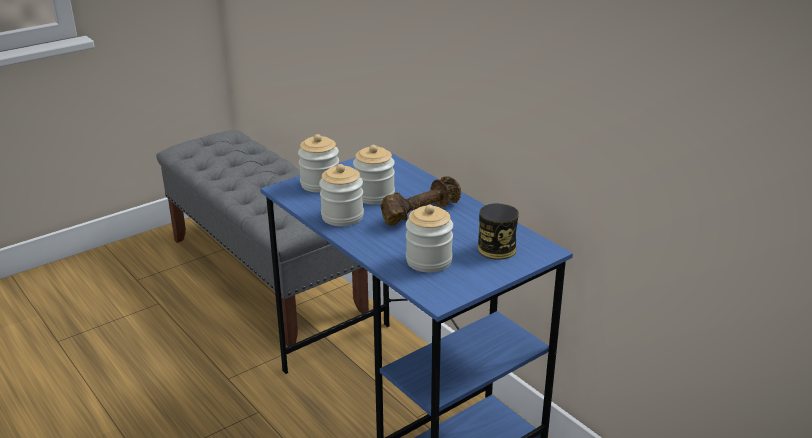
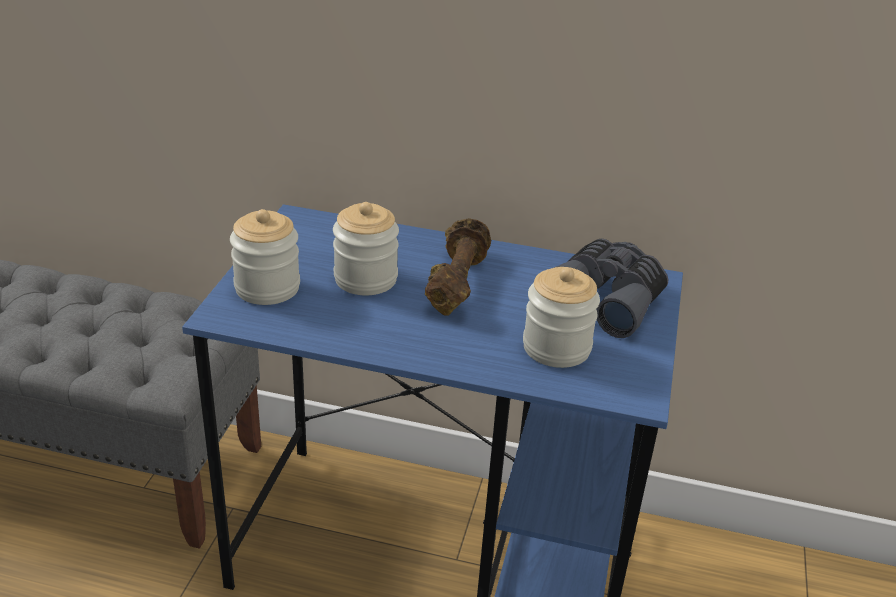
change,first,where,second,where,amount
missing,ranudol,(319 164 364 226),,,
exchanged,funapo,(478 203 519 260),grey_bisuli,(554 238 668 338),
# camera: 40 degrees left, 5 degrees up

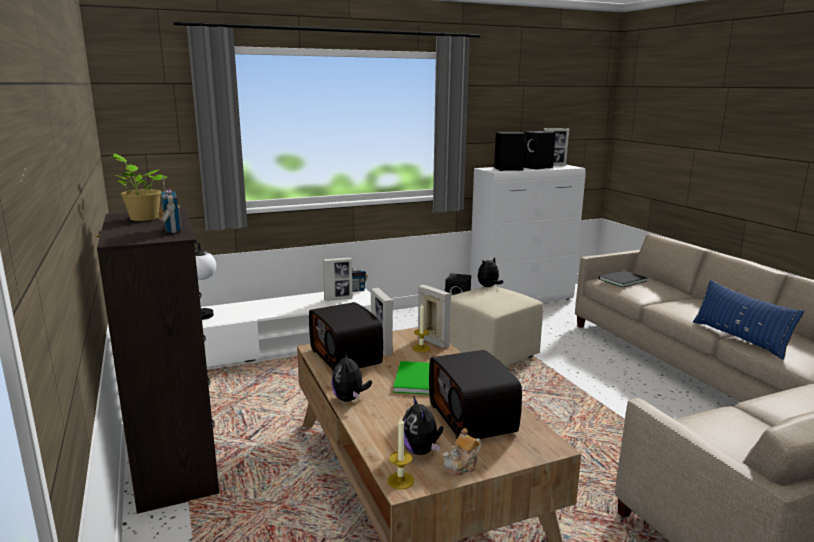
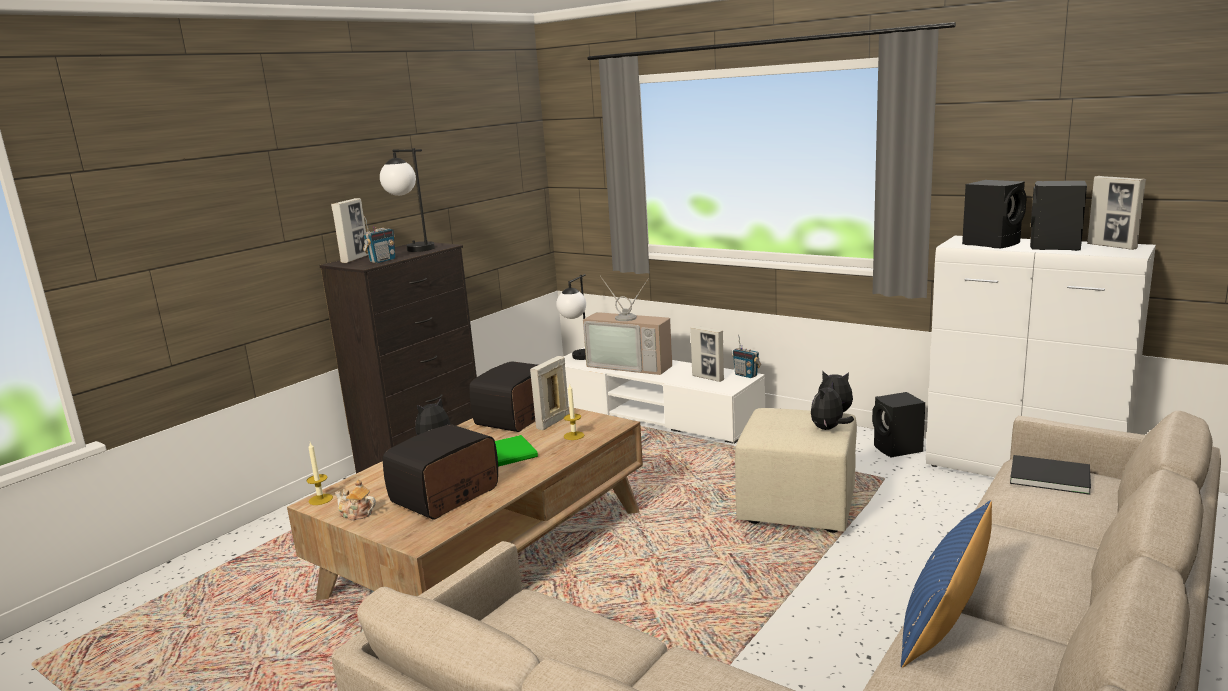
change,first,where,second,where,amount
appeared,,,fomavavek,(583 276 672 375),
relocated,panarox,(403 395 443 455),,(811 382 854 430),
relocated,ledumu,(418 285 451 349),,(331 198 368 263),
exchanged,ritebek,(110 154 167 221),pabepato,(380 148 435 252),
# camera: 60 degrees right, 0 degrees up

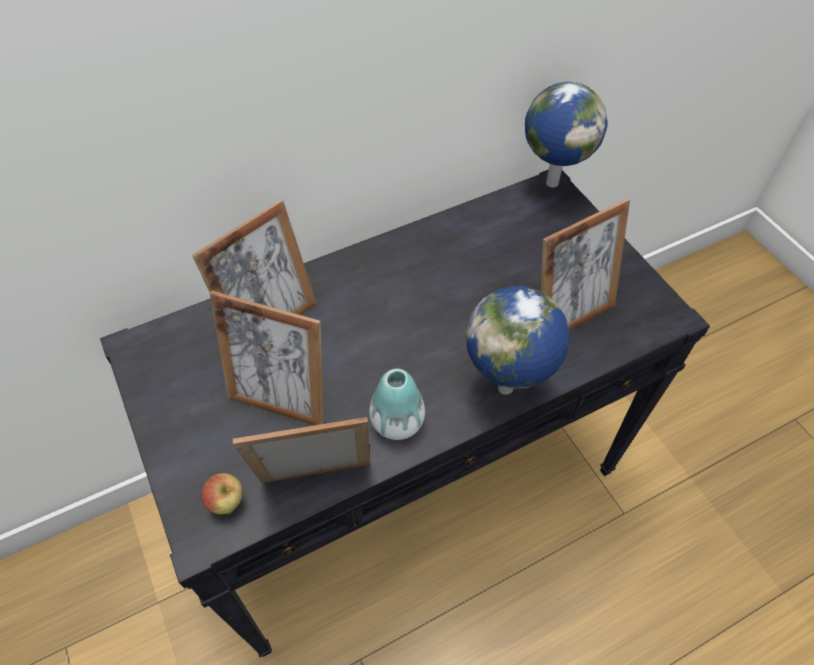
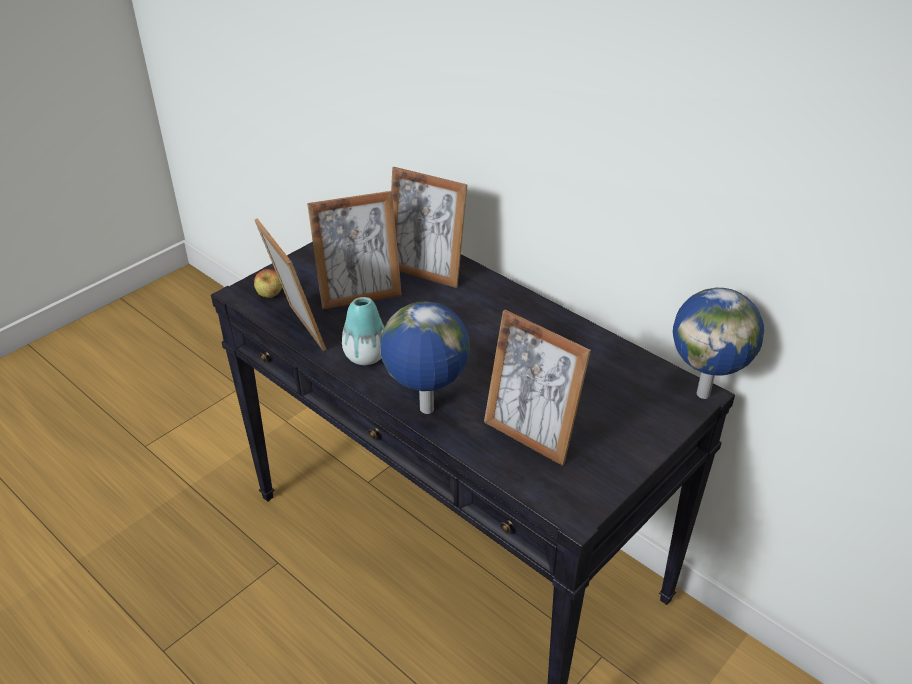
change,first,where,second,where,amount
spun,ledumu,(210 291 324 425),,(307 191 402 309),105 degrees counterclockwise
# camera: 70 degrees right, 15 degrees down

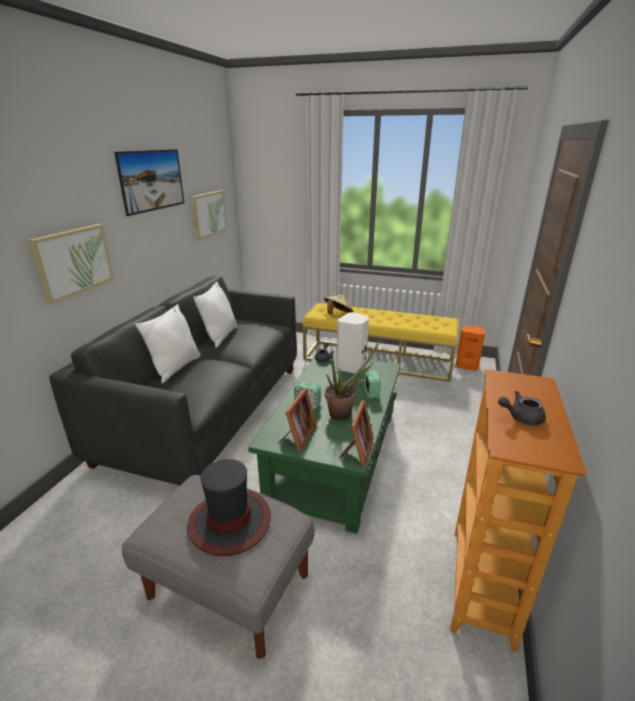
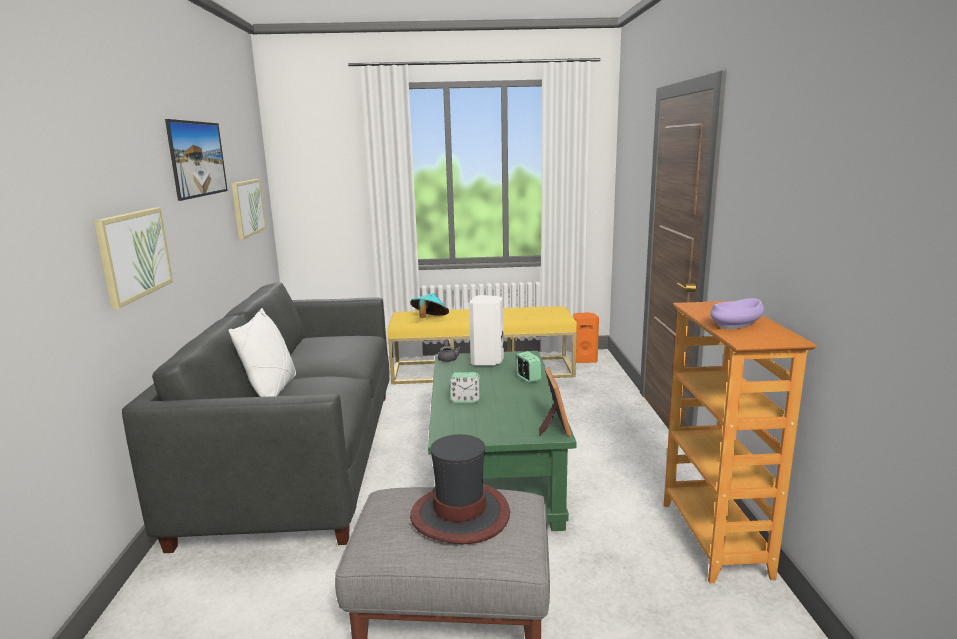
change,first,where,second,where,amount
missing,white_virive,(193 282 237 348),,,
missing,ledumu,(278 389 317 451),,,
missing,ritebek,(325 339 381 420),,,
exchanged,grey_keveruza,(498 391 546 425),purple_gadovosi,(710 298 764 329),
colour,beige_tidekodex,(324 295 353 315),turquoise_tidekodex,(410 293 449 318),
# camera: 20 degrees left, 10 degrees down

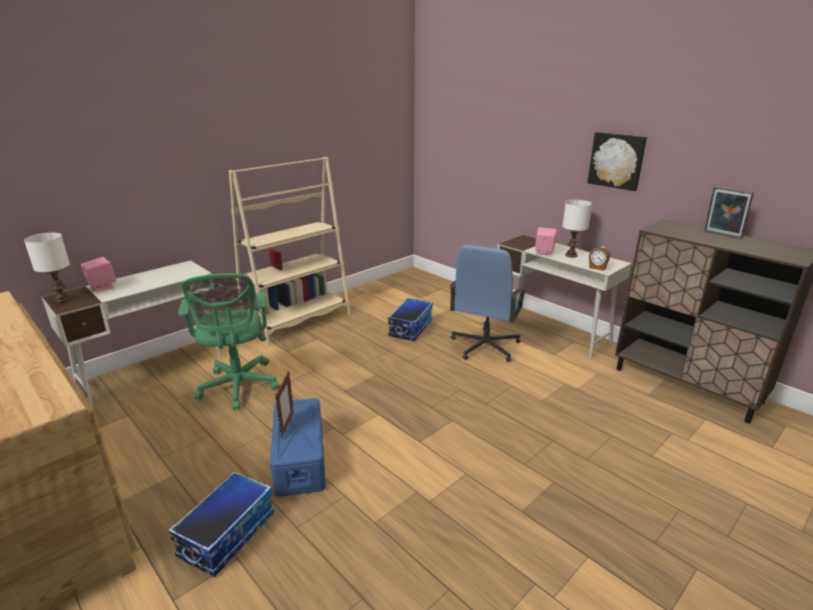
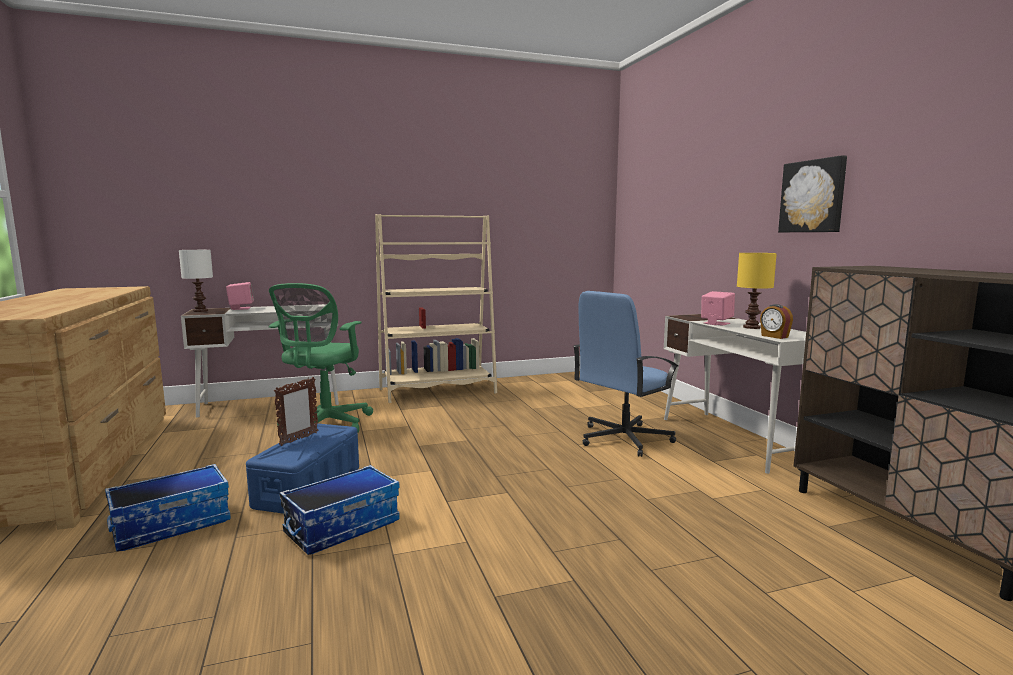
change,first,where,second,where,amount
missing,ledumu,(704 186 754 239),,,
relocated,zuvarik,(388 298 433 341),,(279 465 400 555),
colour,white_pabepato,(562 200 592 258),yellow_pabepato,(737 253 777 329),
# camera: 25 degrees right, 15 degrees down

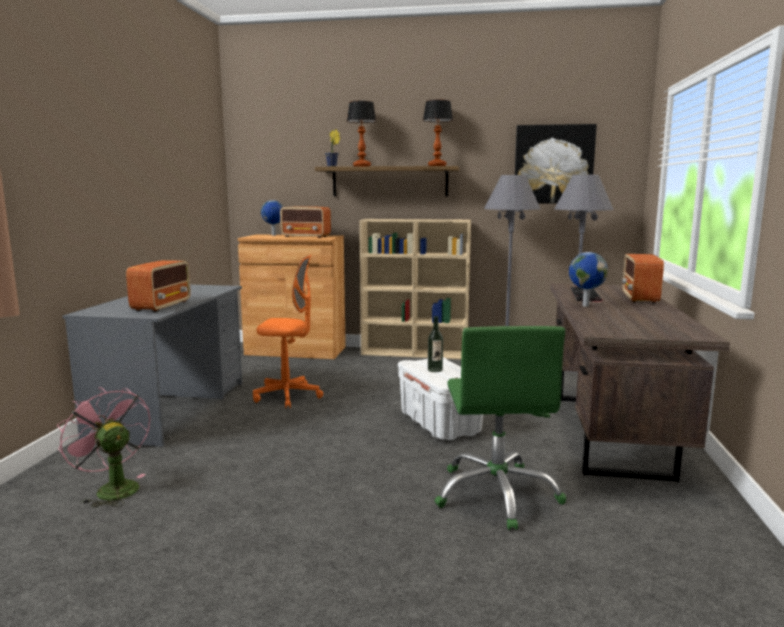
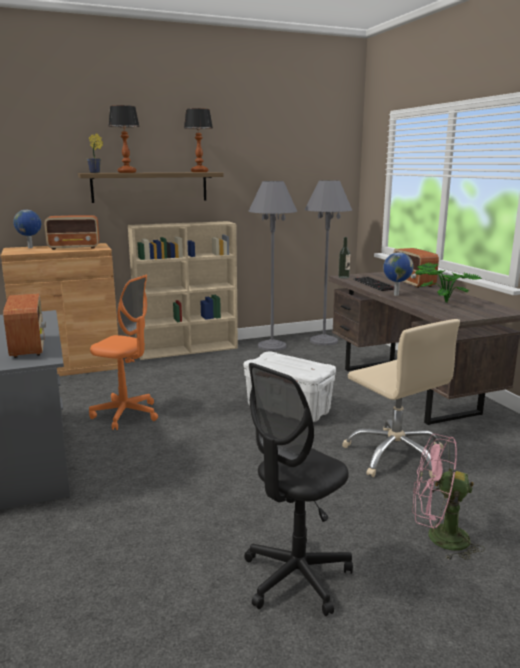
change,first,where,second,where,amount
missing,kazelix,(515 124 597 204),,,
appeared,,,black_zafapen,(244 363 353 616),
appeared,,,ritebek,(415 262 482 303),
relocated,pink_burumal,(56 387 150 507),,(412 434 485 561),
relocated,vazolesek,(428 316 443 372),,(338 237 350 279),
colour,green_zafapen,(434 326 566 530),beige_zafapen,(342 319 460 478),
spun,orange_zafapen,(253 255 323 408),,(89 275 158 430),45 degrees clockwise
# camera: 30 degrees left, 5 degrees up

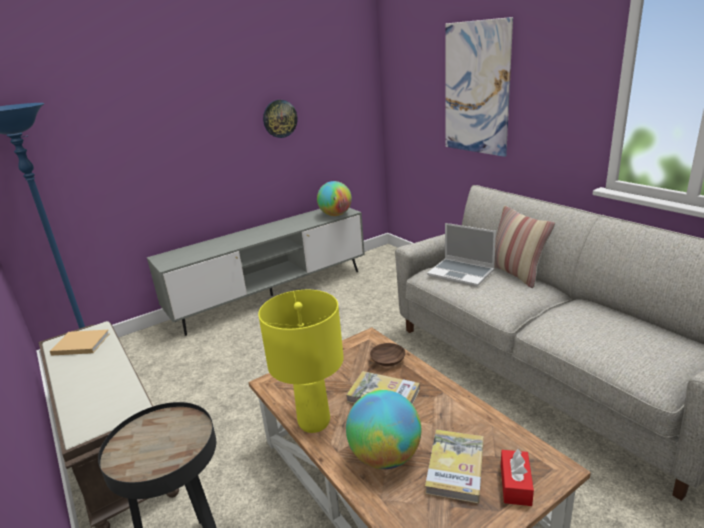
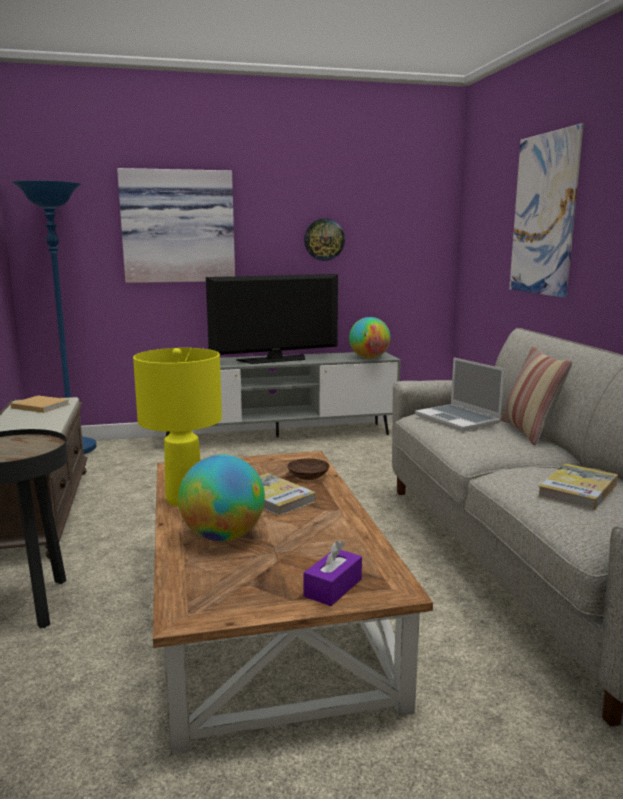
change,first,where,second,where,amount
appeared,,,kazelix,(117 168 235 283),
appeared,,,fomavavek,(206 274 338 364),
relocated,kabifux,(425 430 484 504),,(537 463 618 510),
colour,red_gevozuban,(501 449 534 506),purple_gevozuban,(304 540 362 606),
# camera: 20 degrees right, 10 degrees down

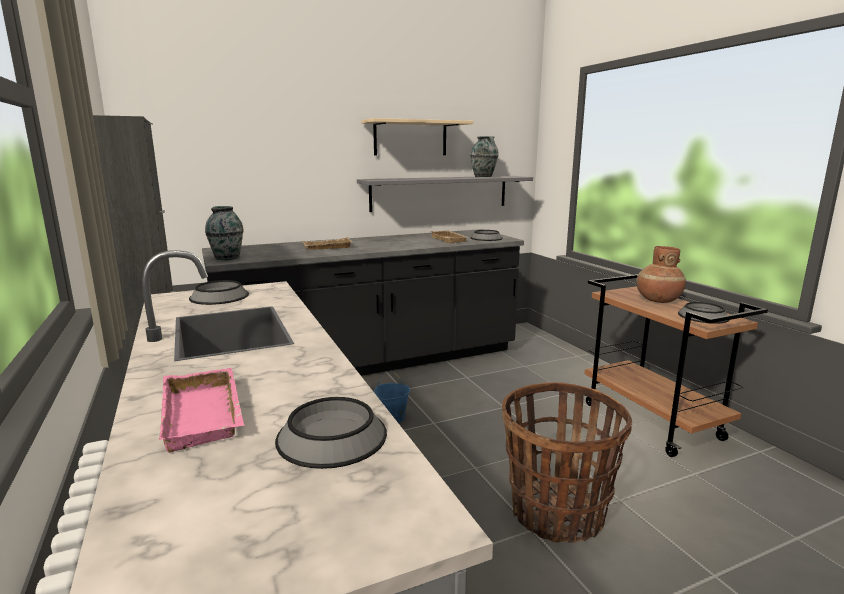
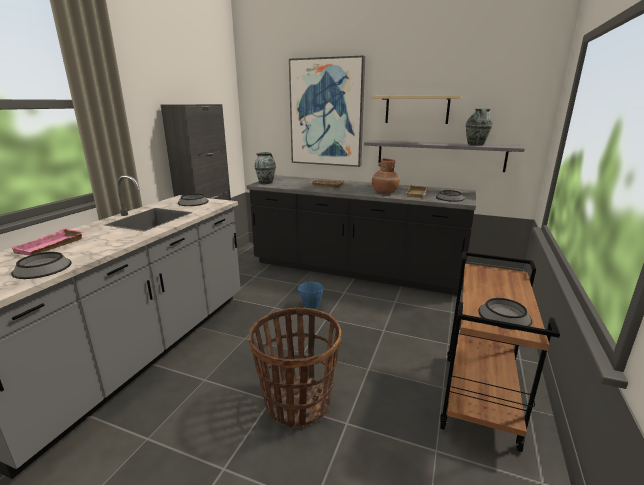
change,first,where,second,where,amount
appeared,,,kazelix,(289 55 365 167),
relocated,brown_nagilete,(636 246 686 303),,(372 158 400 194),
# camera: 45 degrees right, 5 degrees up

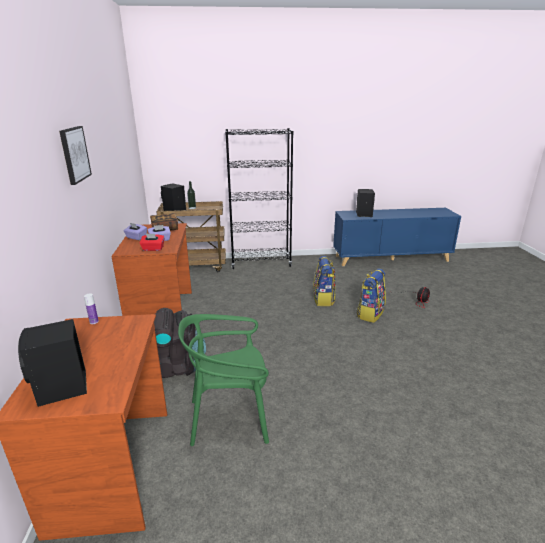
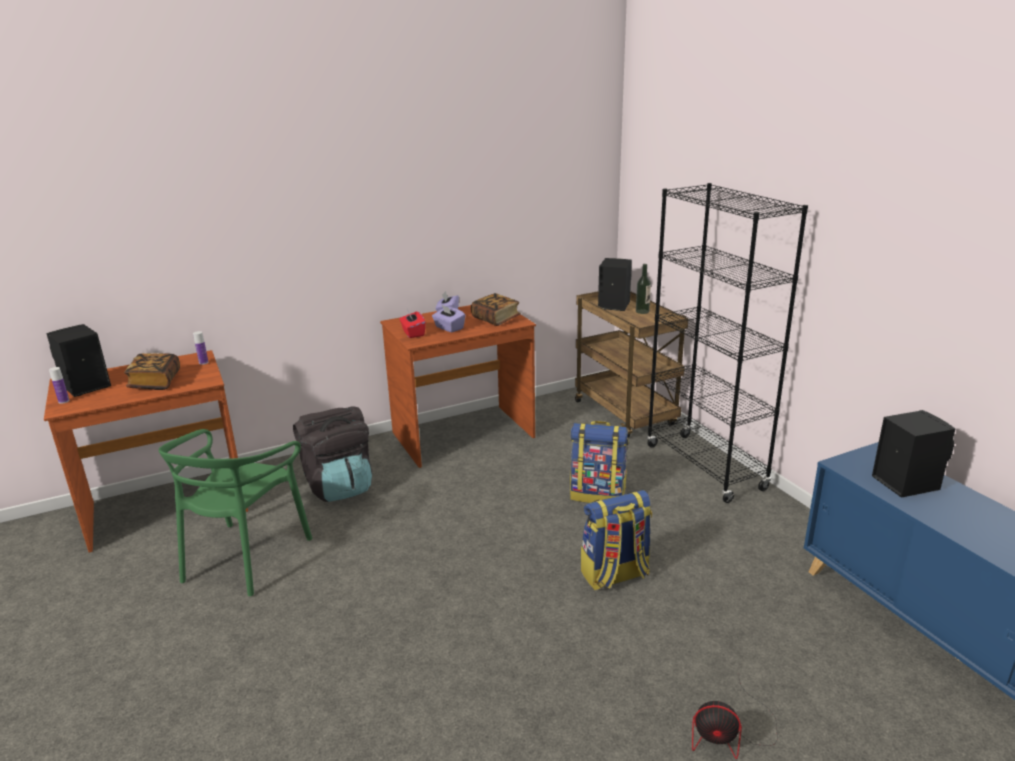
change,first,where,second,where,amount
missing,kazelix,(59 126 92 185),,,
appeared,,,vazolesek,(49 367 70 404),
appeared,,,kabifux,(124 353 180 390),
relocated,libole,(357 268 386 323),,(570 421 628 503),
spun,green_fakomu,(178 314 269 446),,(159 429 312 596),135 degrees counterclockwise
# camera: 70 degrees right, 0 degrees up

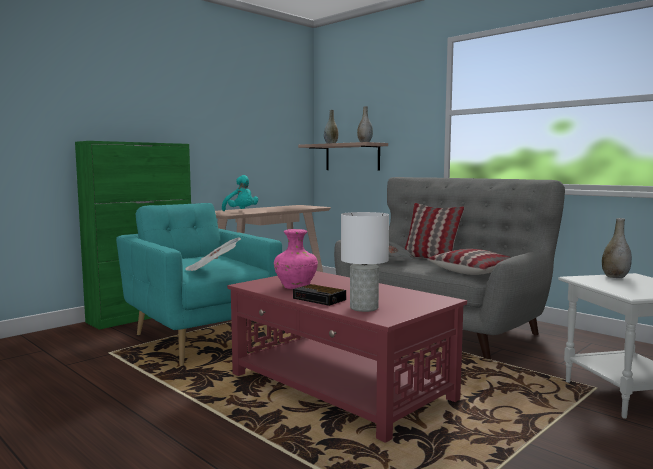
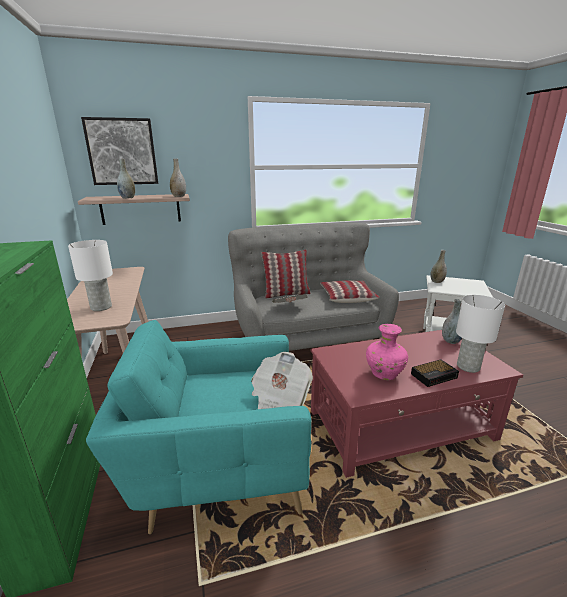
change,first,where,second,where,amount
appeared,,,kazelix,(81 117 158 185),
appeared,,,grey_nagilete,(442 299 462 344),
exchanged,turquoise_panarox,(222 175 258 211),white_pabepato,(68 240 113 311),
# camera: 60 degrees left, 15 degrees up

